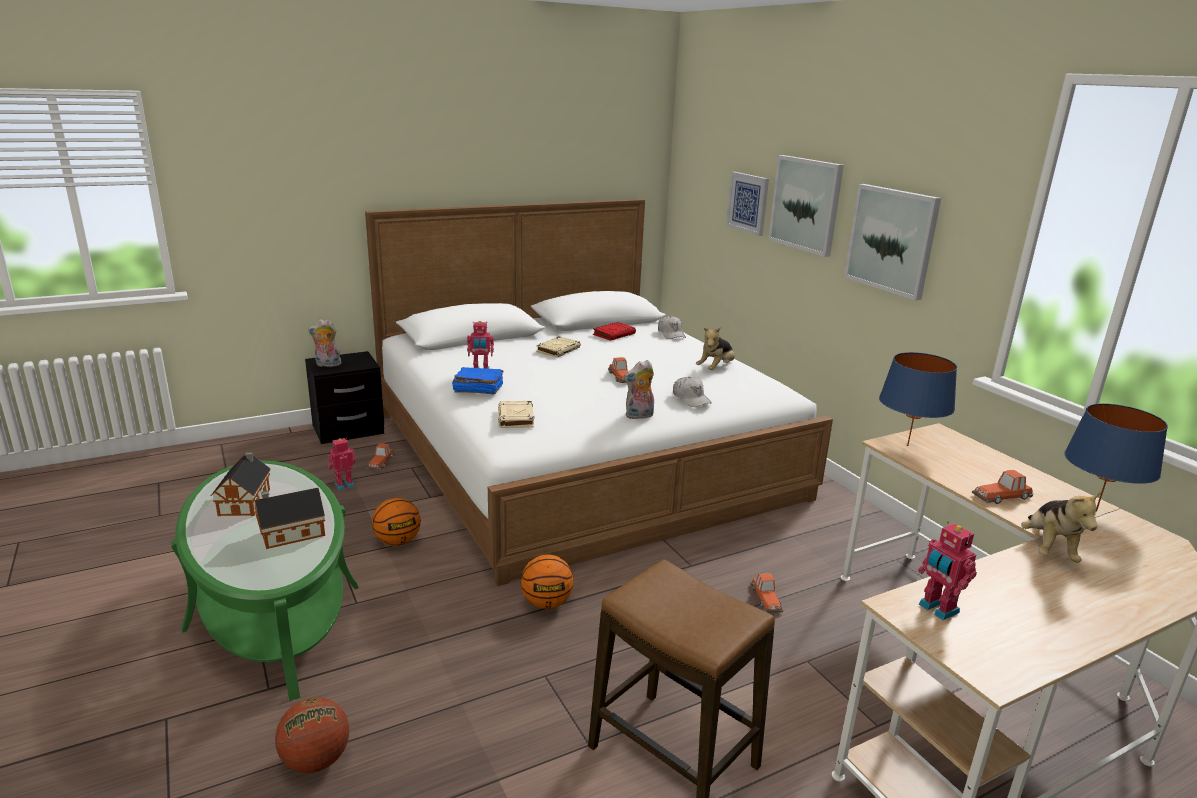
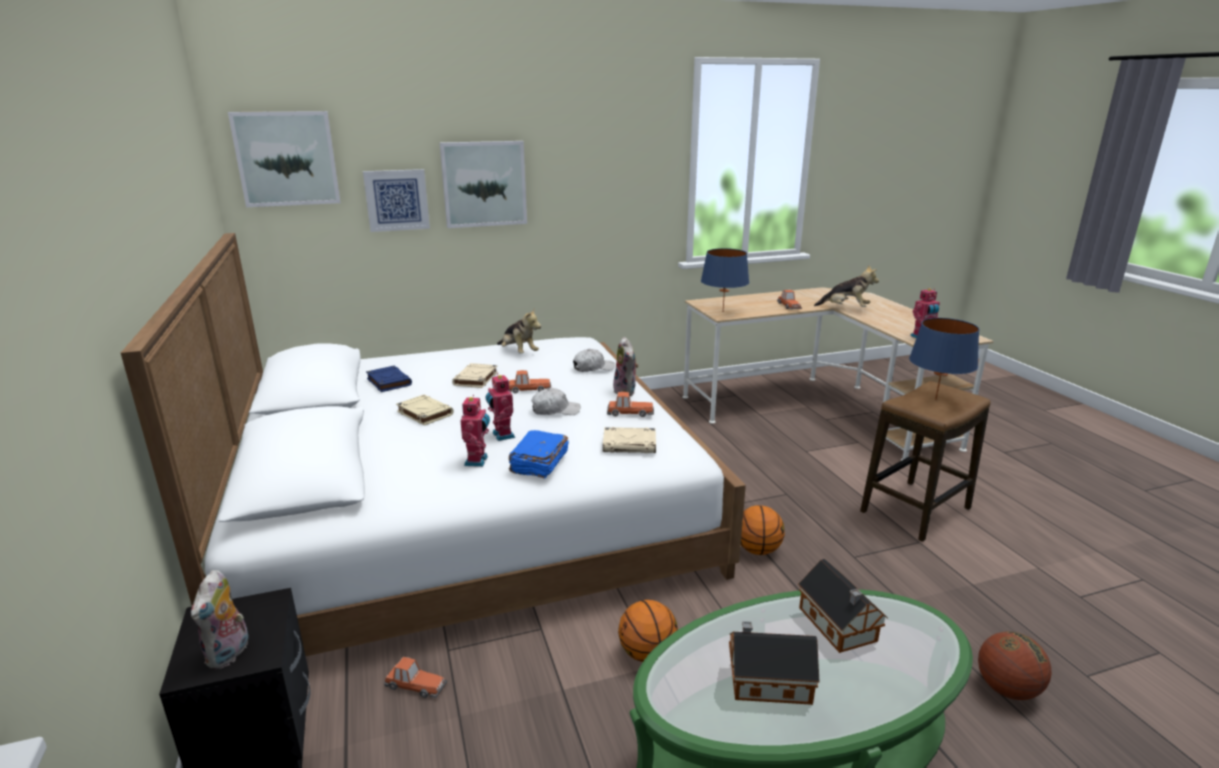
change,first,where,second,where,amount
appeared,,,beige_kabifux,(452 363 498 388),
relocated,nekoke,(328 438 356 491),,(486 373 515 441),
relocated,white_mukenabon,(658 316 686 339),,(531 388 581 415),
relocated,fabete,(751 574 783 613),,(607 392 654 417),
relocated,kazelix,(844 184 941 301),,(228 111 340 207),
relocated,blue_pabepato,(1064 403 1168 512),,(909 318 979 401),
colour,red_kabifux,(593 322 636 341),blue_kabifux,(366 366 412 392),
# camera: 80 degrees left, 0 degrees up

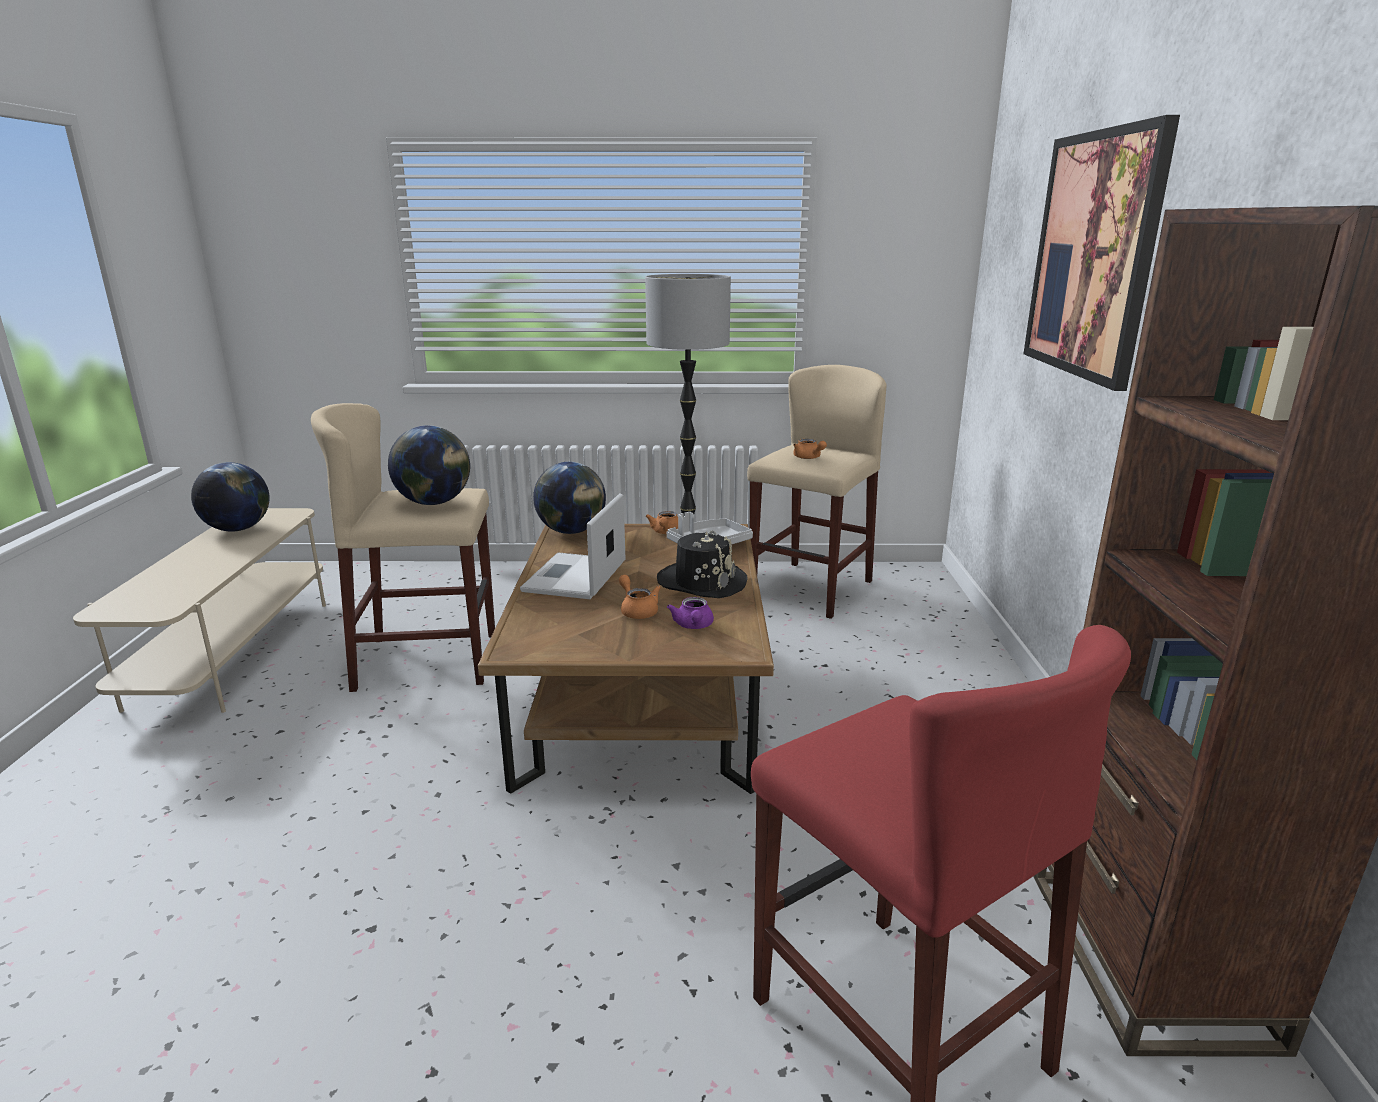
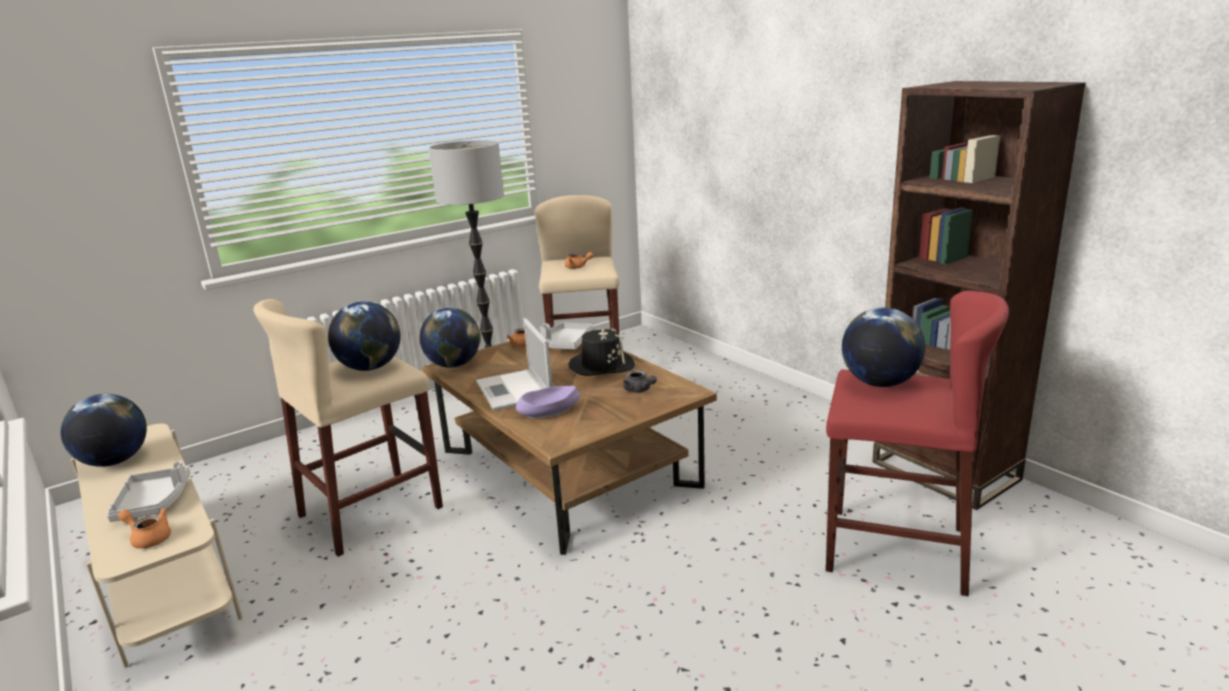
change,first,where,second,where,amount
missing,kazelix,(1023 115 1180 391),,,
appeared,,,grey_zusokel,(107 461 191 522),
appeared,,,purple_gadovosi,(516 386 580 419),
appeared,,,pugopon,(842 307 925 387),
relocated,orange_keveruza,(619 575 661 619),,(118 508 171 549),
colour,purple_keveruza,(667 597 714 629),grey_keveruza,(623 370 657 393),
# camera: 35 degrees left, 0 degrees up

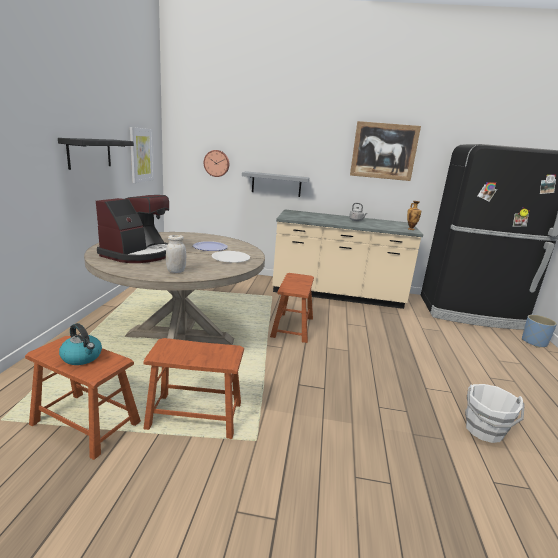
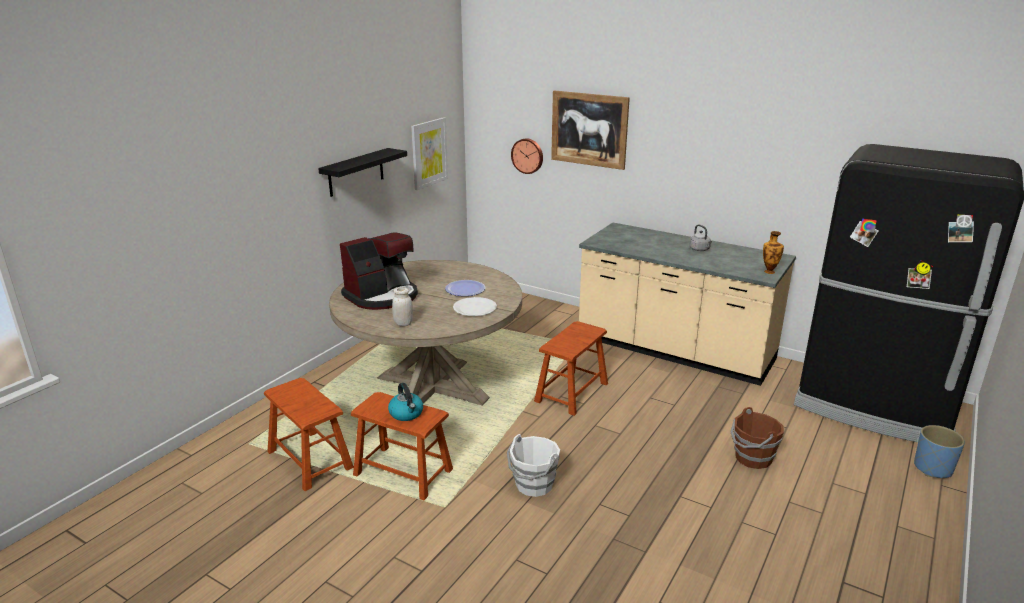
change,first,where,second,where,amount
missing,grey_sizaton,(242 171 309 197),,,
appeared,,,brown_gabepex,(731 407 784 469),
relocated,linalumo,(59 323 102 365),,(388 383 423 421),
relocated,kazelix,(350 121 421 181),,(551 90 630 170),
relocated,white_gabepex,(465 384 525 443),,(507 434 560 497),
# camera: 25 degrees right, 5 degrees up

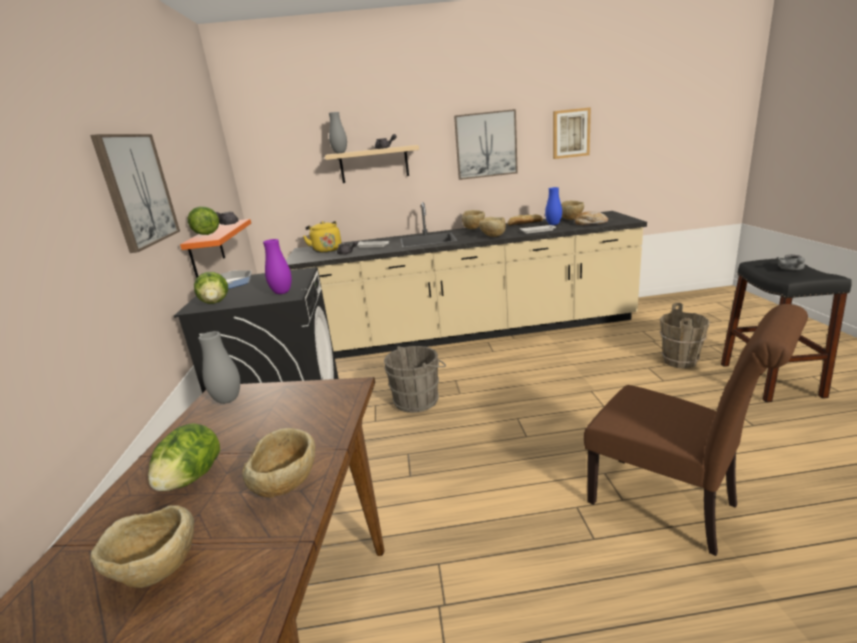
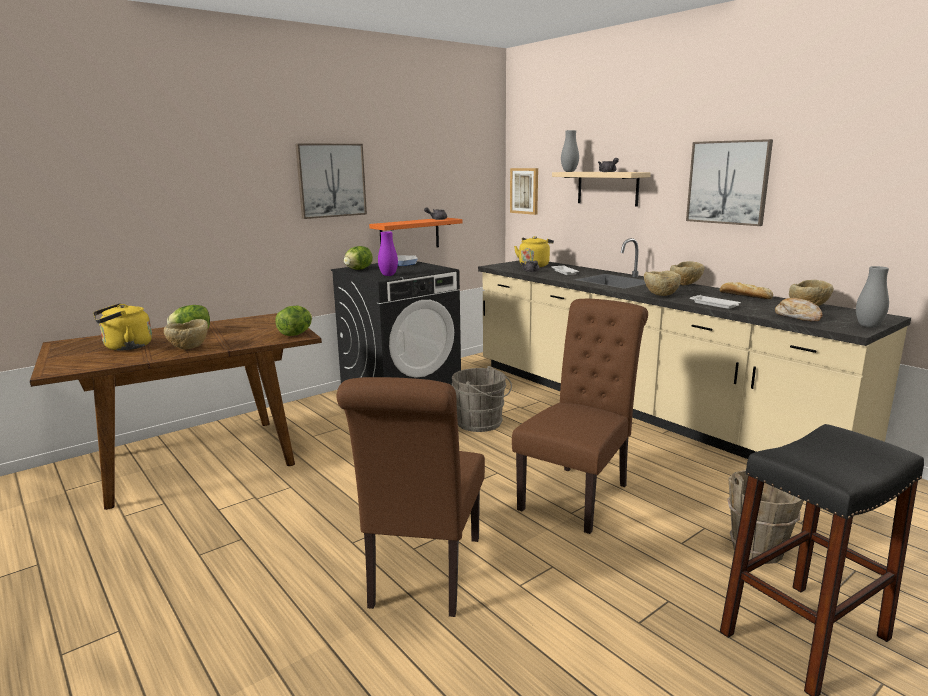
change,first,where,second,where,amount
missing,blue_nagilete,(545 187 562 225),,,
missing,grey_keveruza,(776 255 805 270),,,
appeared,,,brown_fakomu,(512 299 648 534),
relocated,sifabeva,(188 206 219 235),,(275 306 312 336),
relocated,grey_nagilete,(198 331 240 404),,(856 266 889 328),
relocated,kazelix,(553 107 591 159),,(510 168 538 215),
exchanged,beige_gadovosi,(90 505 194 588),yellow_linalumo,(93 303 152 350),
# camera: 55 degrees right, 5 degrees down

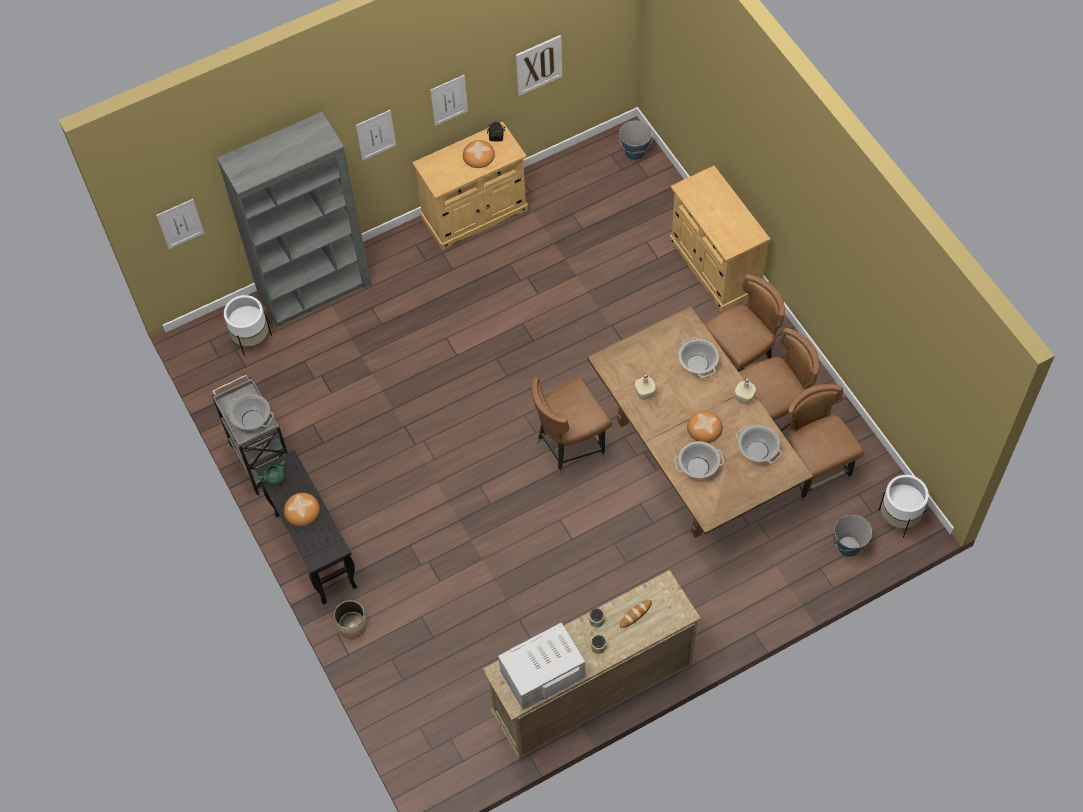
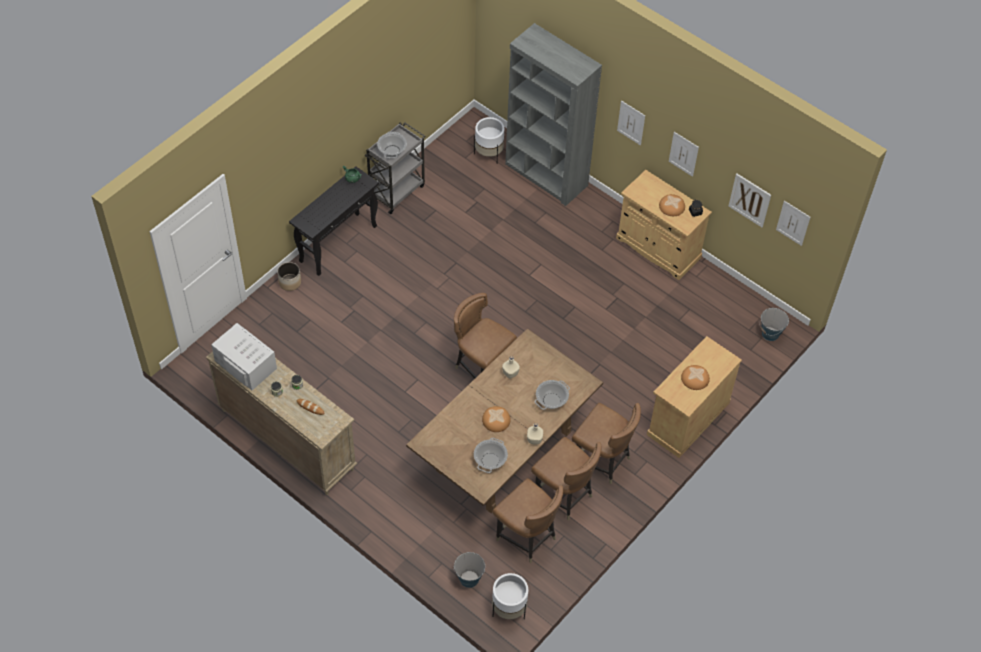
change,first,where,second,where,amount
missing,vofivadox,(674 441 724 478),,,
relocated,kazelix,(156 199 204 249),,(776 201 810 246),
relocated,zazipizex,(284 493 320 526),,(681 365 710 390),
spun,brown_fakomu,(787 384 864 502),,(493 478 563 563),90 degrees clockwise
# camera: 65 degrees right, 5 degrees down

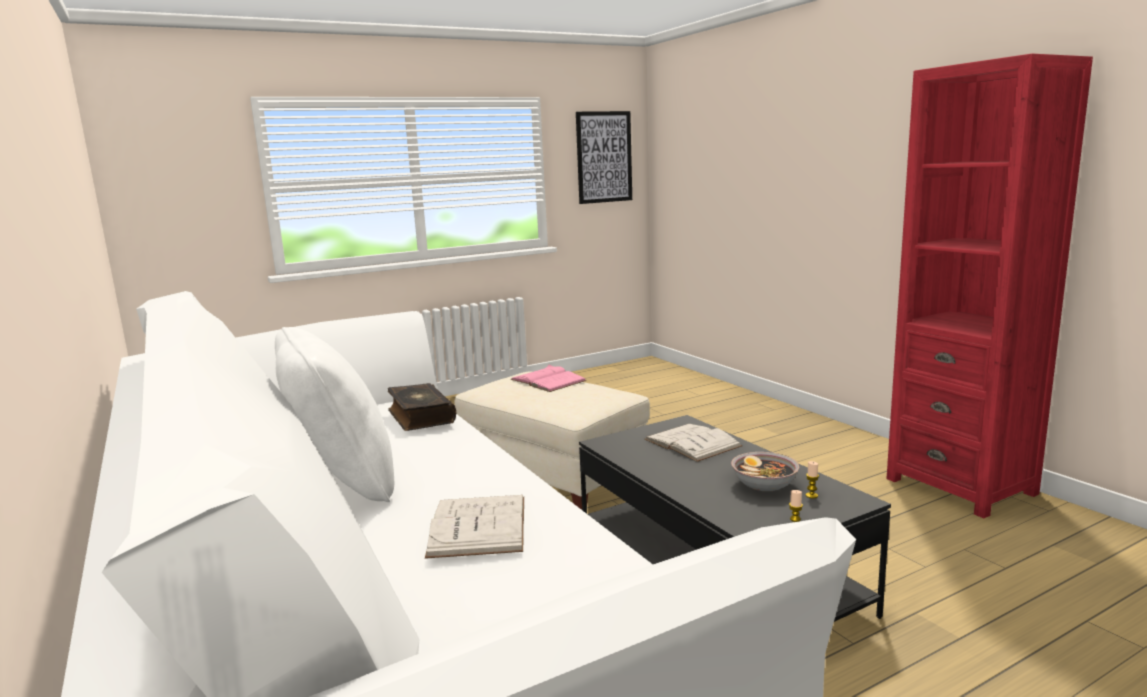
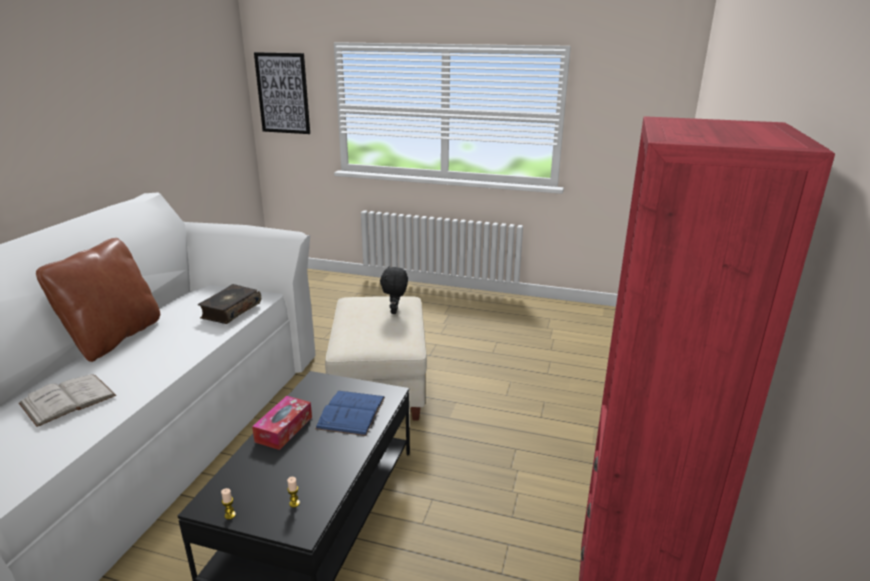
change,first,where,second,where,amount
missing,gadovosi,(731 452 800 491),,,
appeared,,,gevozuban,(252 396 312 450),
relocated,kazelix,(576 111 632 204),,(254 52 310 134),
exchanged,pink_kabifux,(510 365 587 392),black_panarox,(380 266 408 314),
colour,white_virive,(275 327 394 502),brown_virive,(36 238 160 362),
colour,white_kabifux,(645 424 743 462),blue_kabifux,(315 391 385 436),
# camera: 45 degrees right, 10 degrees up

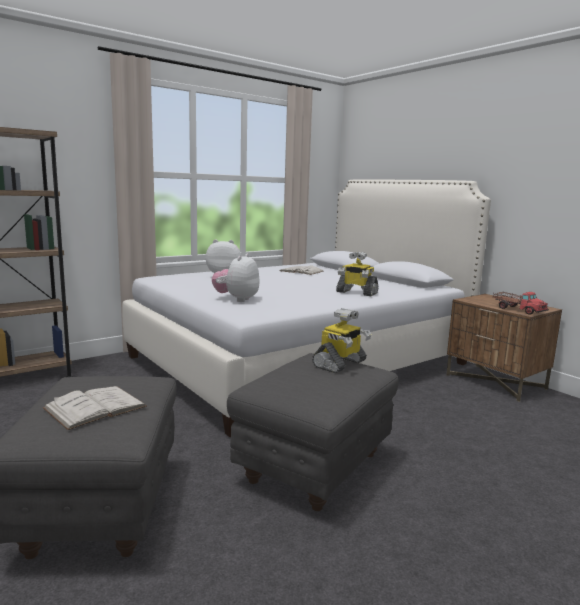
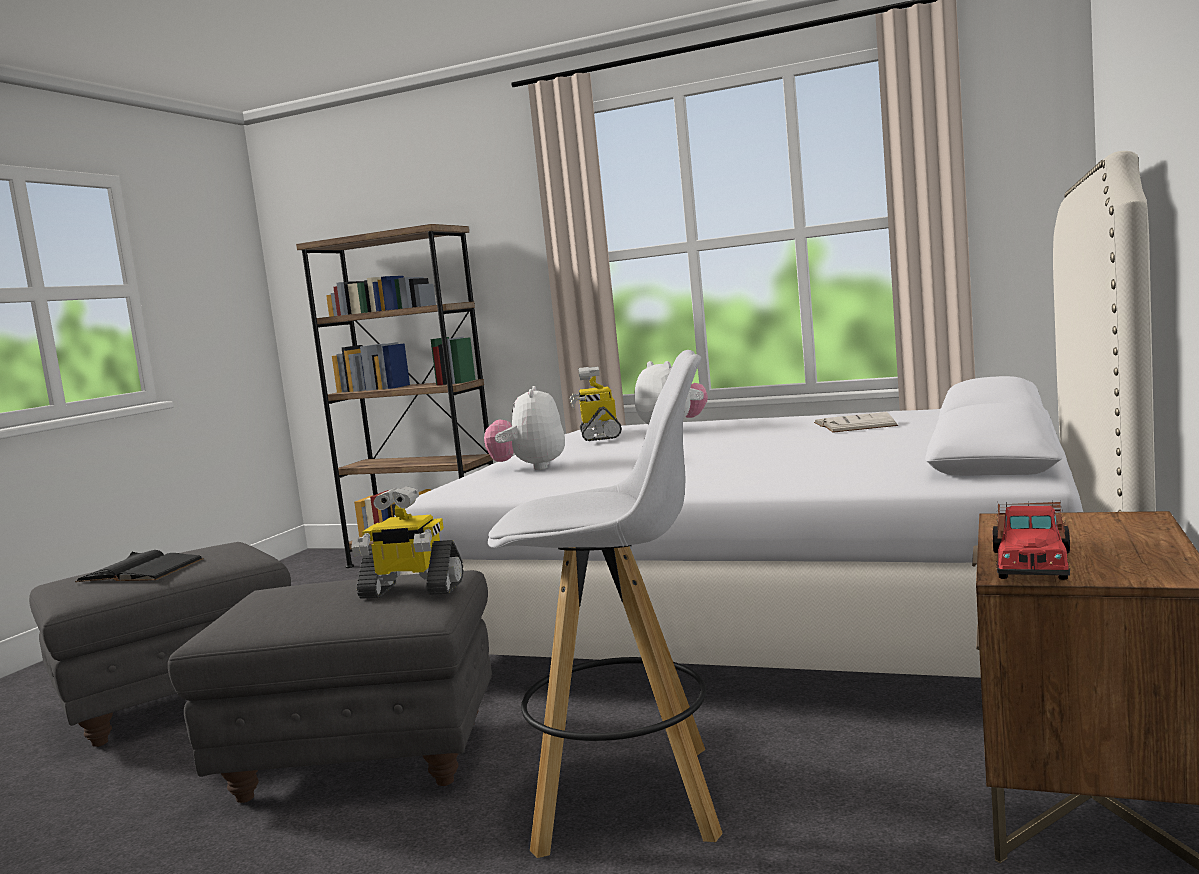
change,first,where,second,where,amount
appeared,,,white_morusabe,(488 350 723 858),
relocated,nekoke,(336 252 378 296),,(569 367 622 441),
colour,white_kabifux,(42 386 147 430),black_kabifux,(75 550 204 582),
spun,panarox,(212 254 259 302),,(484 386 565 470),75 degrees counterclockwise
# camera: 60 degrees right, 5 degrees down

